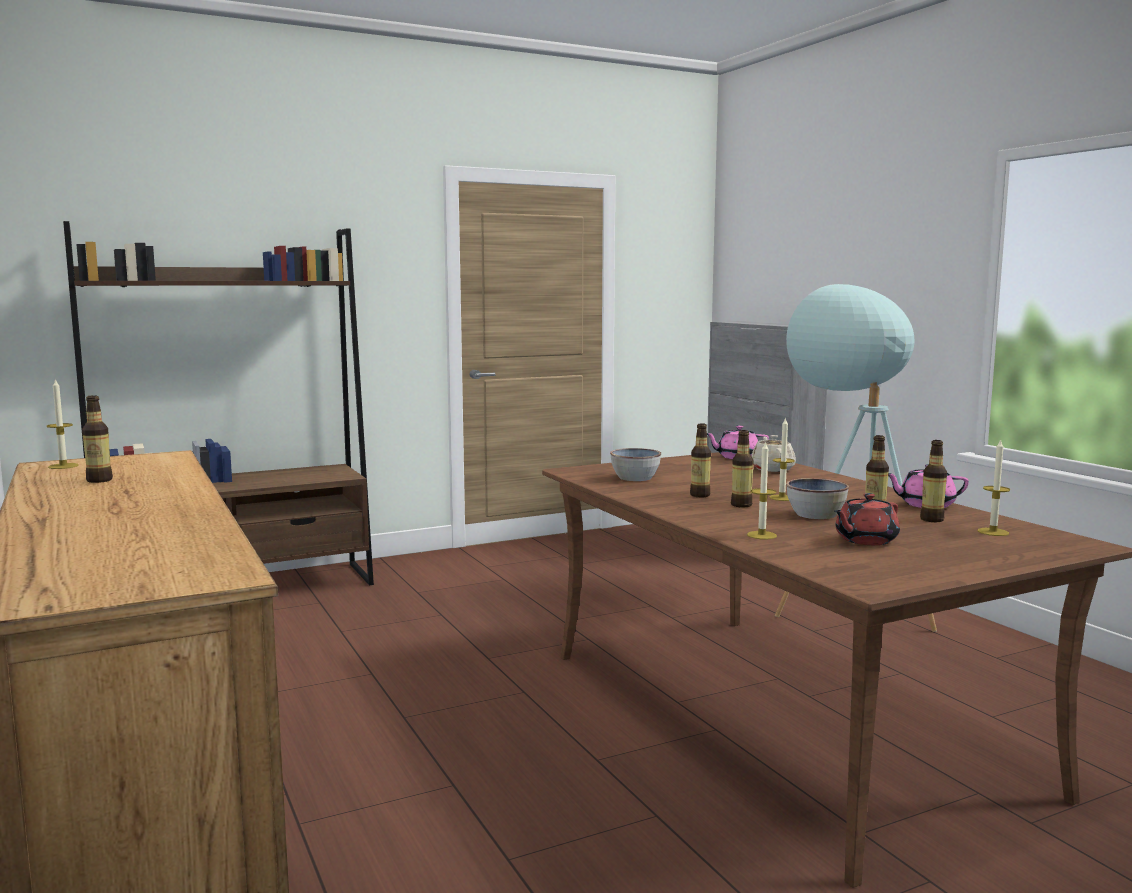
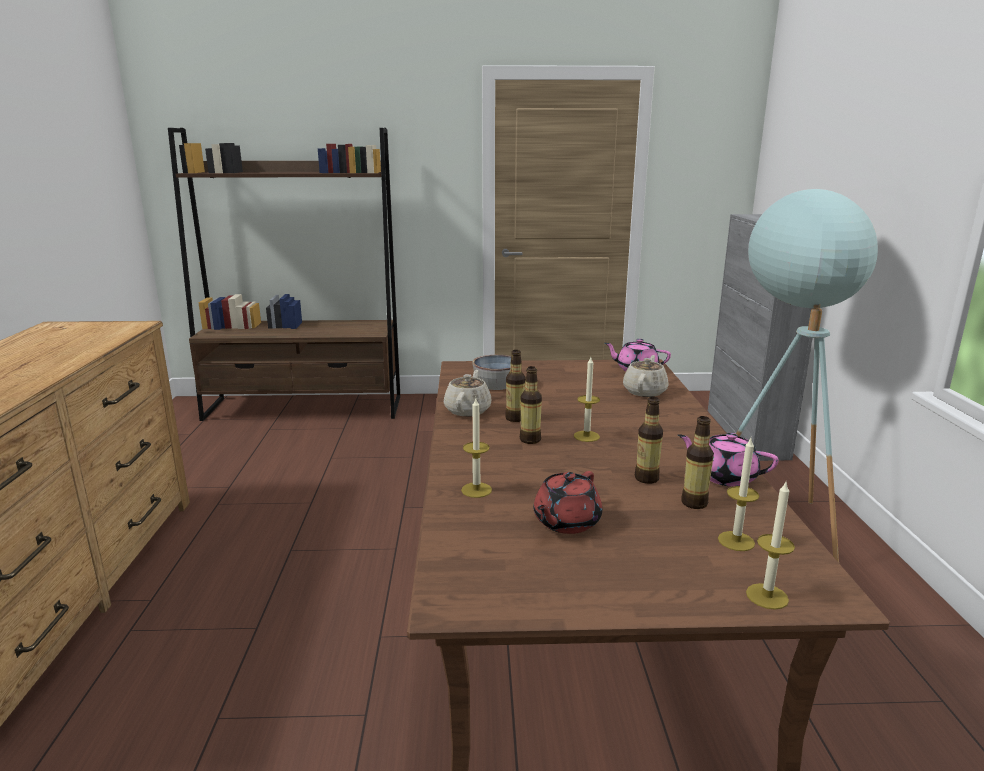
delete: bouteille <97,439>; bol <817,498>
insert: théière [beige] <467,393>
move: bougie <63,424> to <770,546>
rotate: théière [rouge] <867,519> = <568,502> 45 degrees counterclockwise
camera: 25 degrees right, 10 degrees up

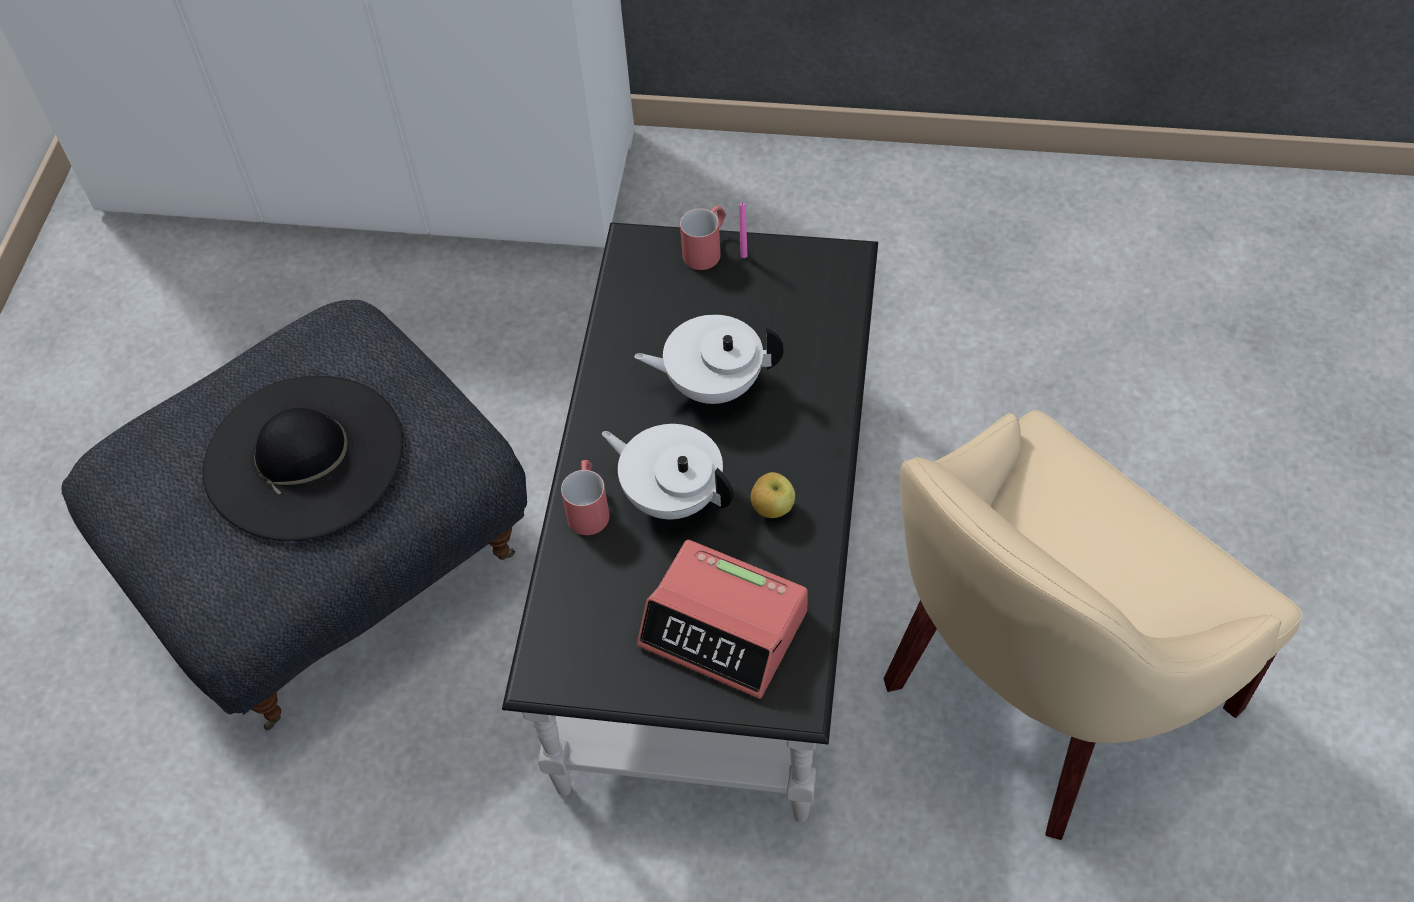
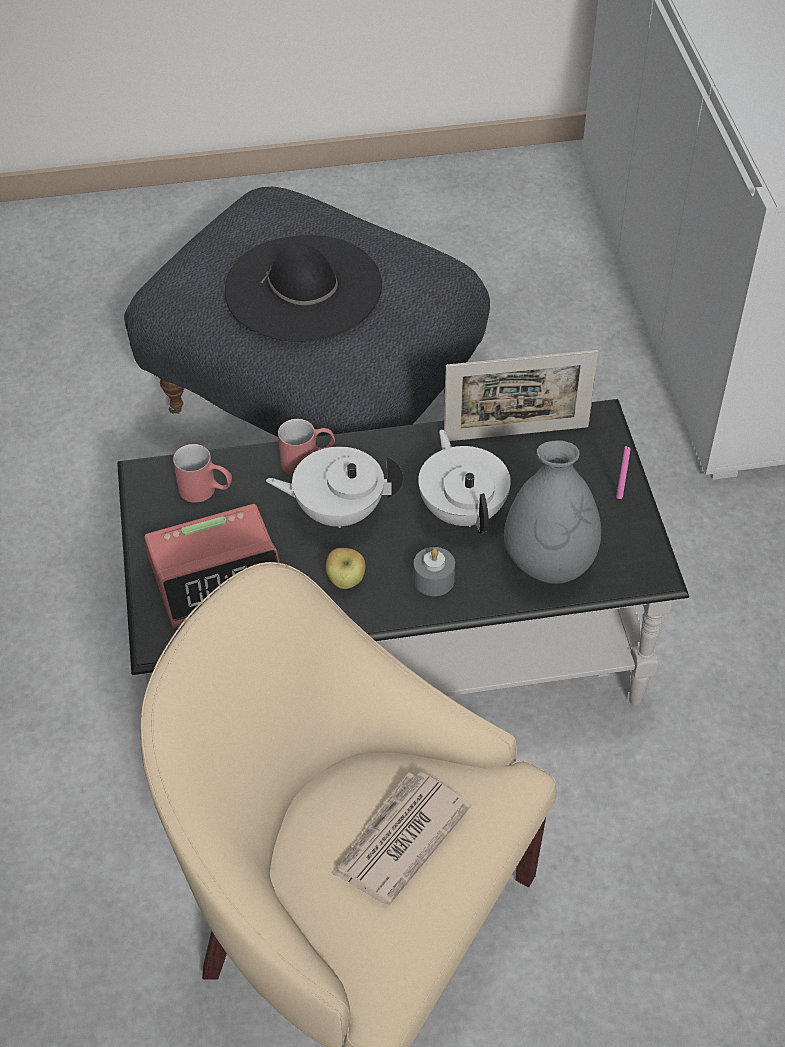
insert: cadre photo <521,395>; vase [gris] <552,512>; bougie [gris] <434,571>; journal <402,838>
move: mug [rouge] <703,238> to <202,473>
rotate: théière [blanc] <668,471> = <334,487> 105 degrees counterclockwise; réveil <722,619> = <212,566> 120 degrees counterclockwise
camera: 70 degrees right, 5 degrees down

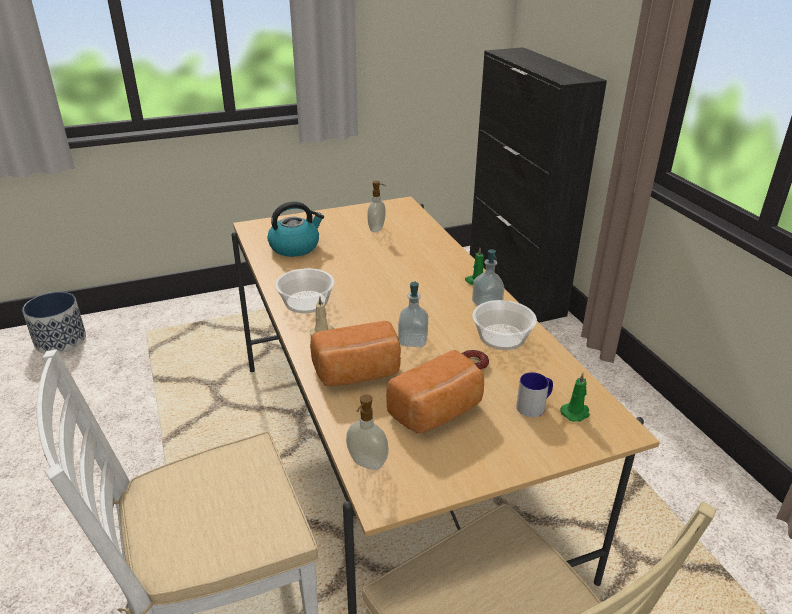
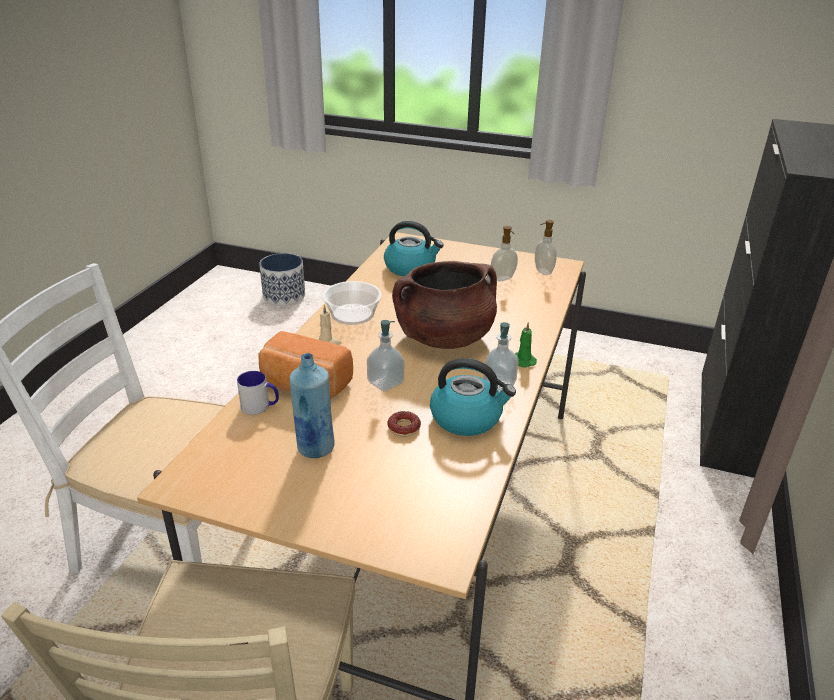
delete: bougie [vert] <575,397>
insert: marmite [marron] <444,305>
move: mug <534,394> to <258,393>; distributeur de savon <367,432> to <546,247>
replace: bol <504,325> to bouilloire <473,397>; pain <435,391> to bouteille [bleu] <312,405>
camera: 40 degrees right, 0 degrees up

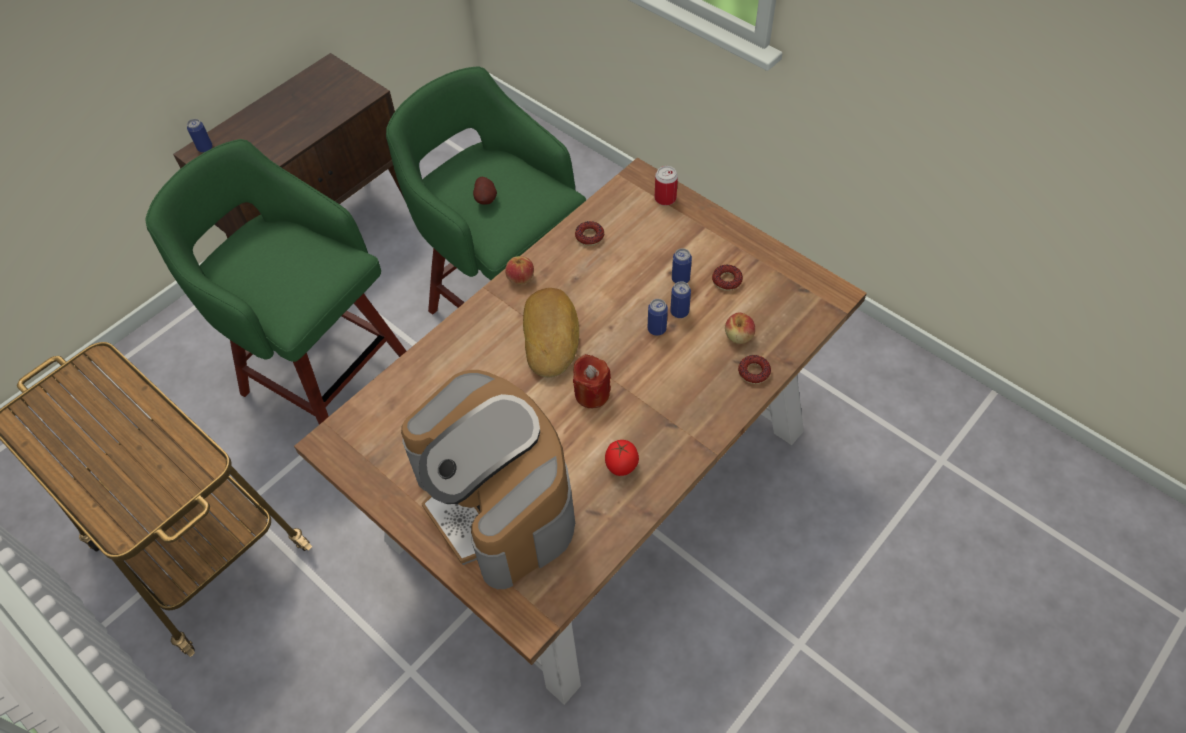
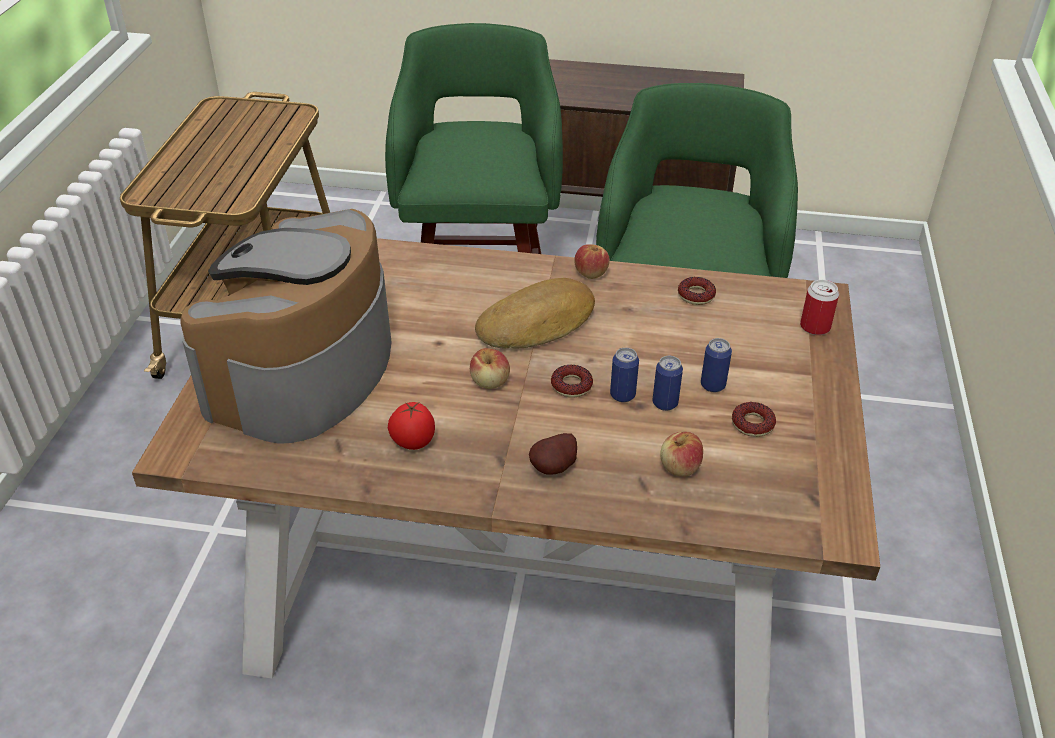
delete: boîte métallique <200,136>
move: pomme de terre <485,191> to <553,454>; beignet <754,369> to <572,381>
replace: bougie [rouge] <592,381> to pomme <490,368>
camera: 55 degrees right, 15 degrees down

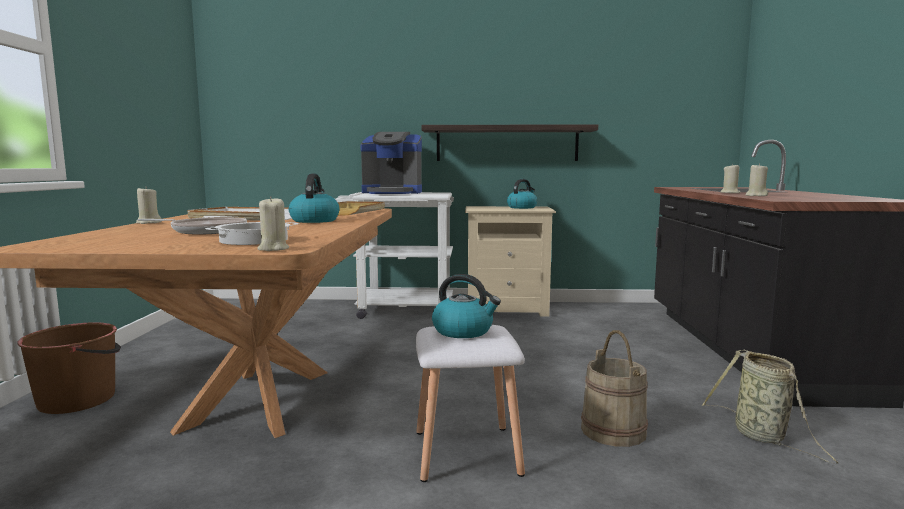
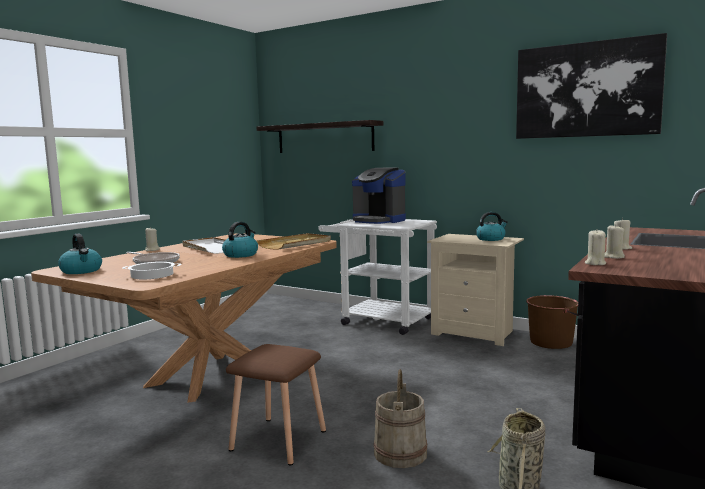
insert: tableau <591,86>
move: étagère <509,142> to <319,136>; bougie [beige] <273,223> to <595,247>; bouilloire <466,306> to <80,253>; seau [marron] <69,368> to <553,322>
recolor: tabouret [blanc] <470,403> to tabouret [marron] <276,405>
camera: 30 degrees right, 0 degrees up

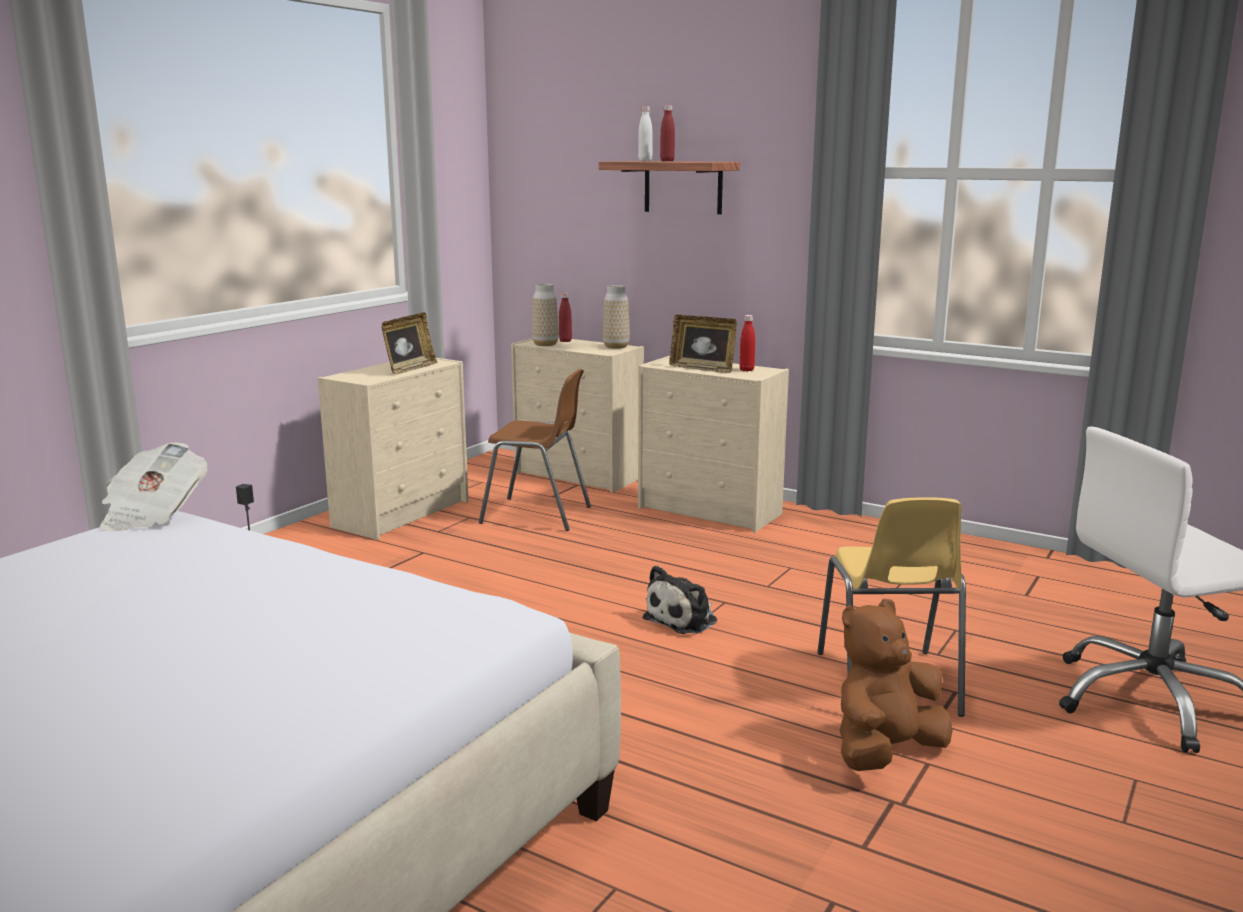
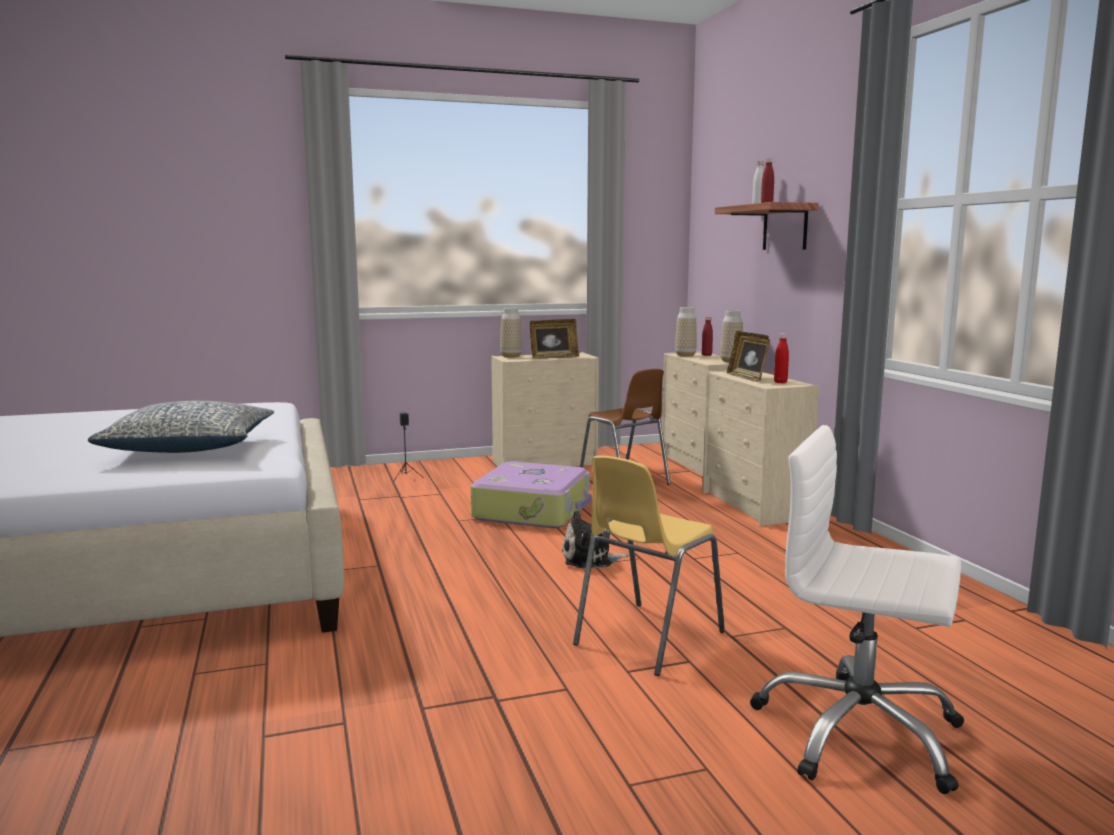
delete: journal <154,487>; peluche [marron] <896,684>
insert: vase <511,333>; coussin <181,427>; valise <531,495>
camera: 40 degrees right, 5 degrees down

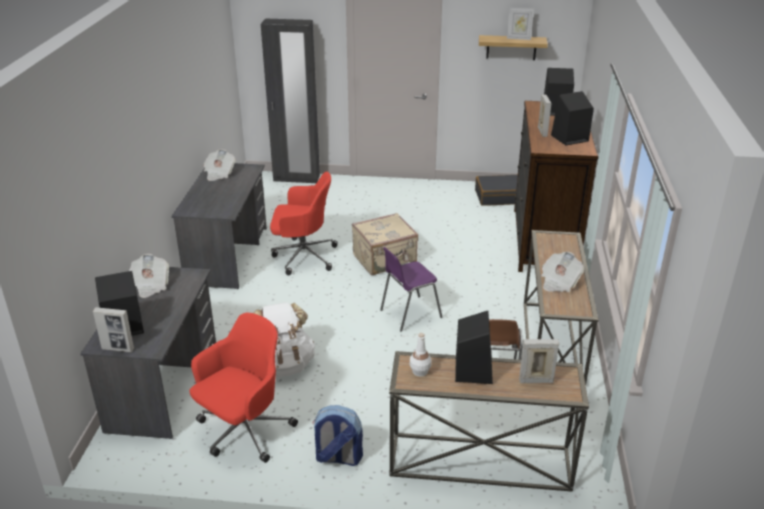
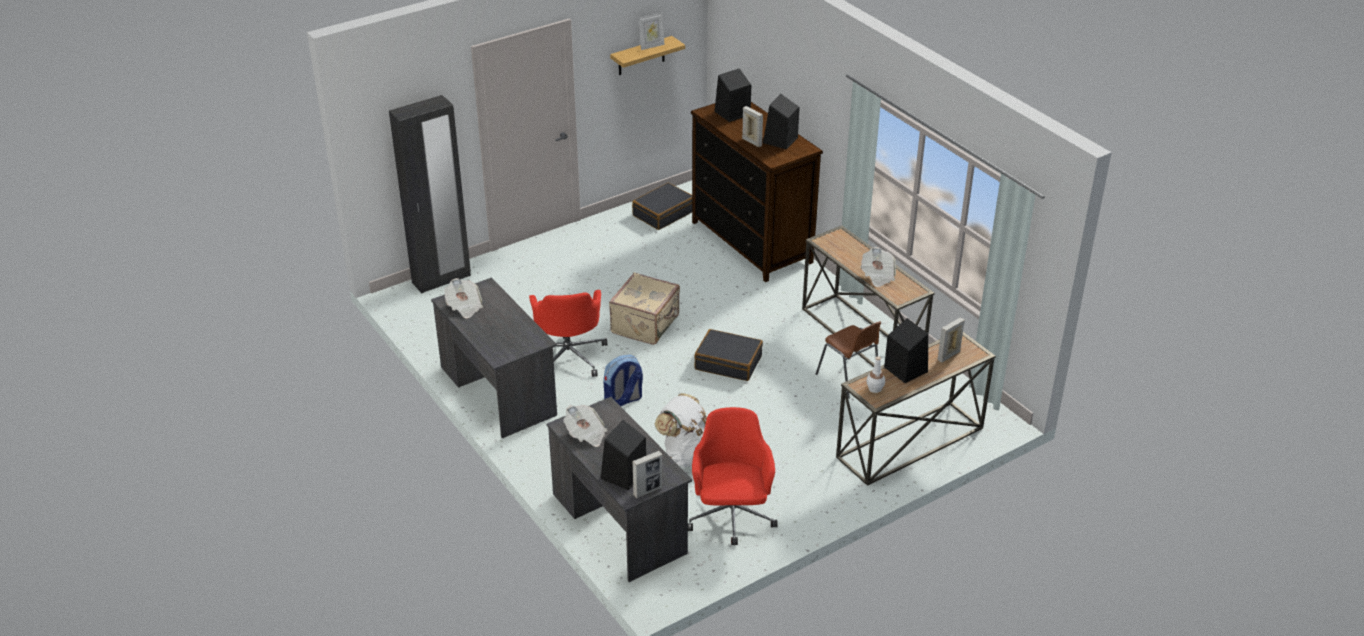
move: sac à dos <337,435> to <623,380>
replace: chaise [violet] <411,289> to valise [noir] <728,355>
rotate: chaise de bureau [rouge] <304,223> = <568,333> 120 degrees clockwise
camera: 40 degrees left, 5 degrees up

